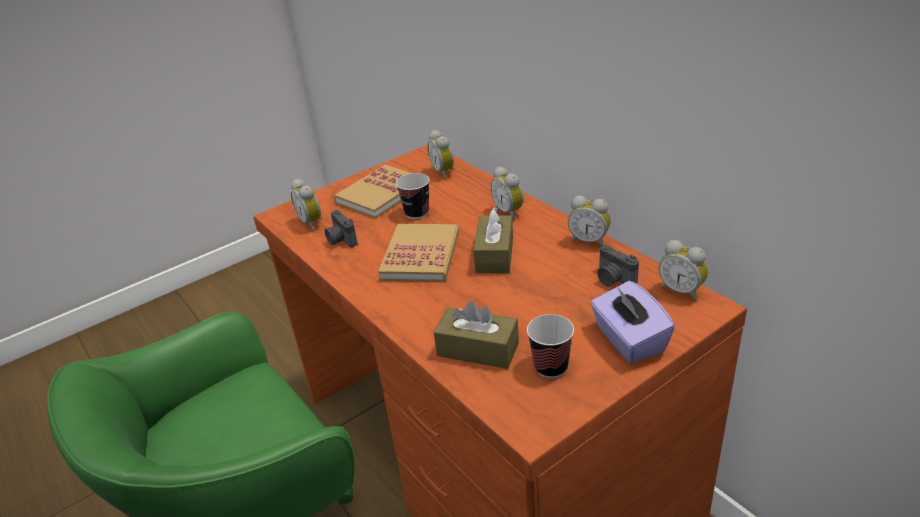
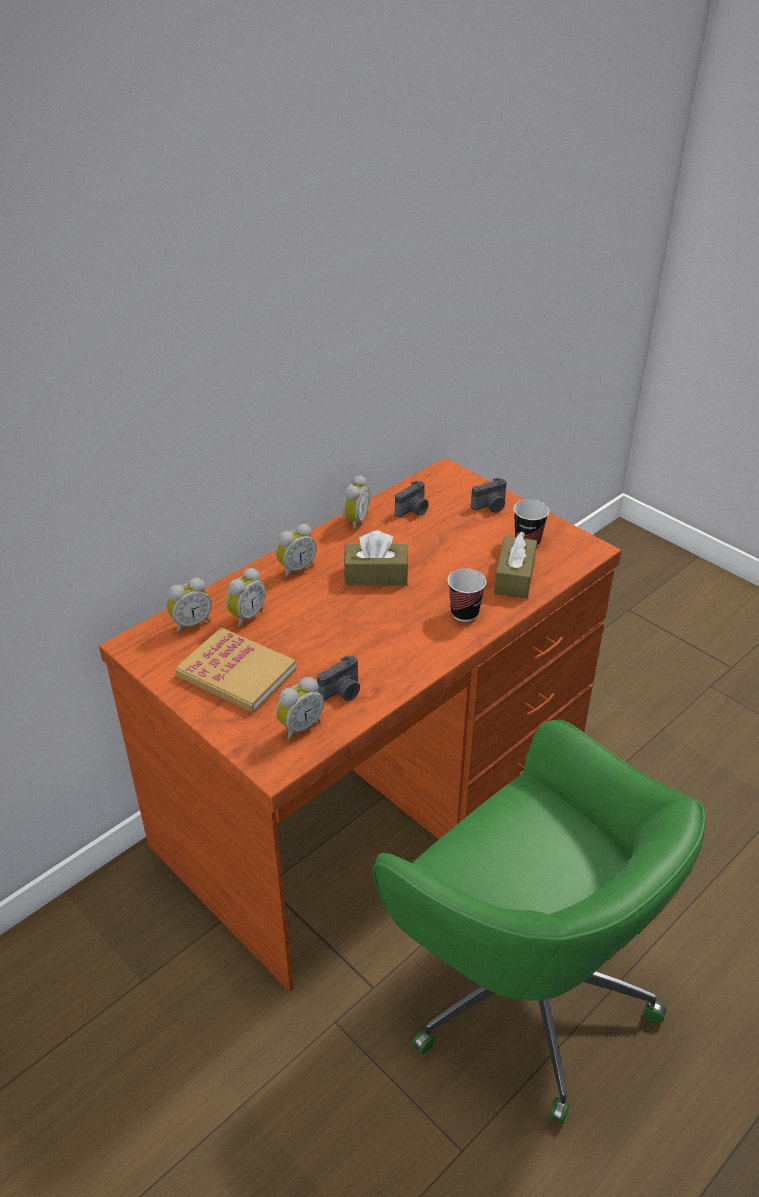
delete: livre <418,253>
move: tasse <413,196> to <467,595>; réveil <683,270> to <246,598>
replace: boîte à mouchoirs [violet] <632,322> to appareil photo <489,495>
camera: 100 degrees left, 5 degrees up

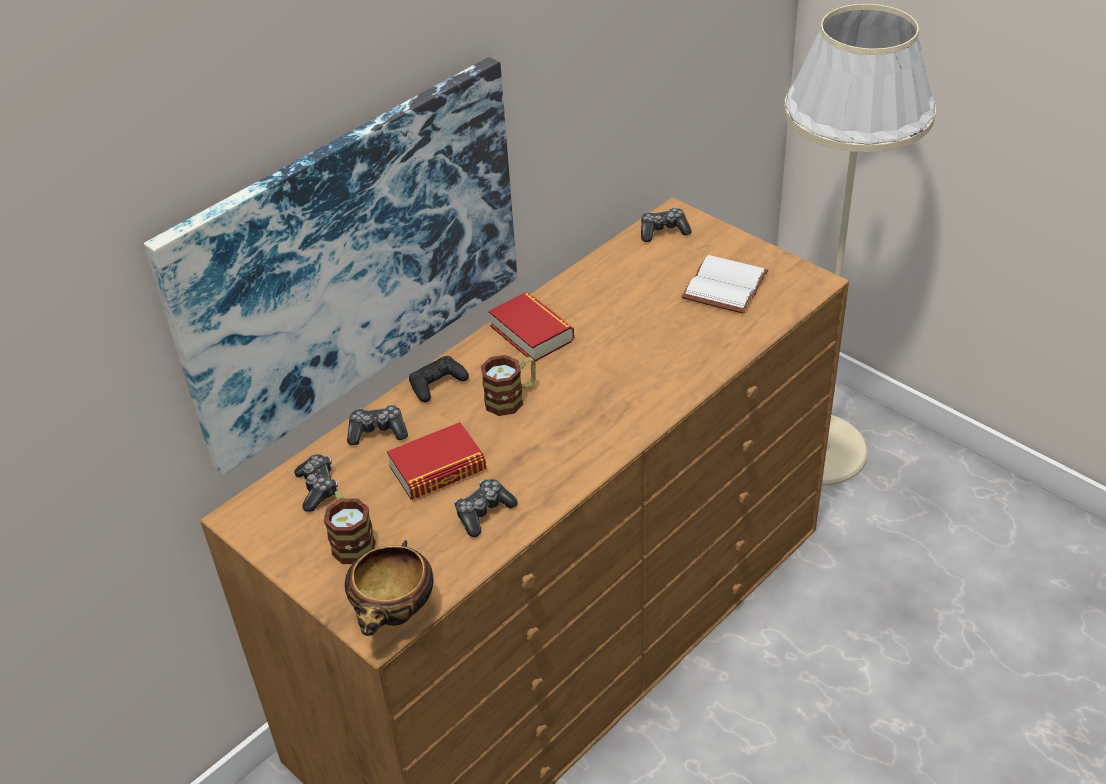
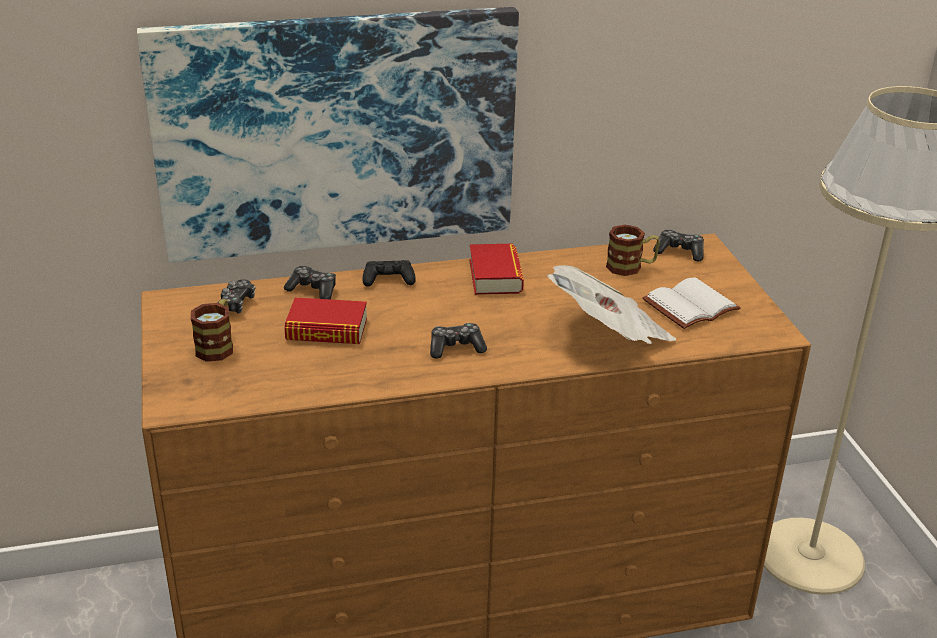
delete: bol <389,588>
insert: journal <611,304>
move: mug <508,385> to <633,250>; manette <486,508> to <458,341>
camera: 30 degrees right, 10 degrees down

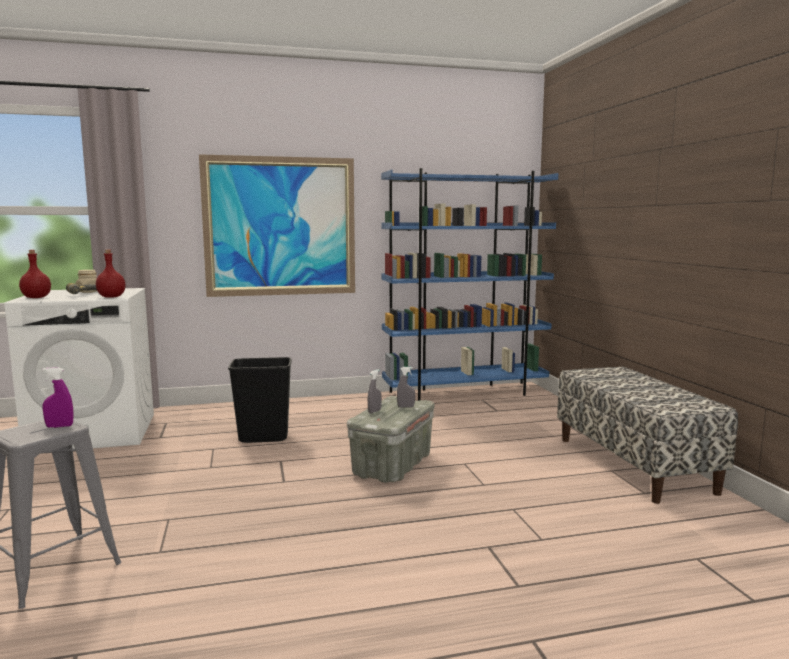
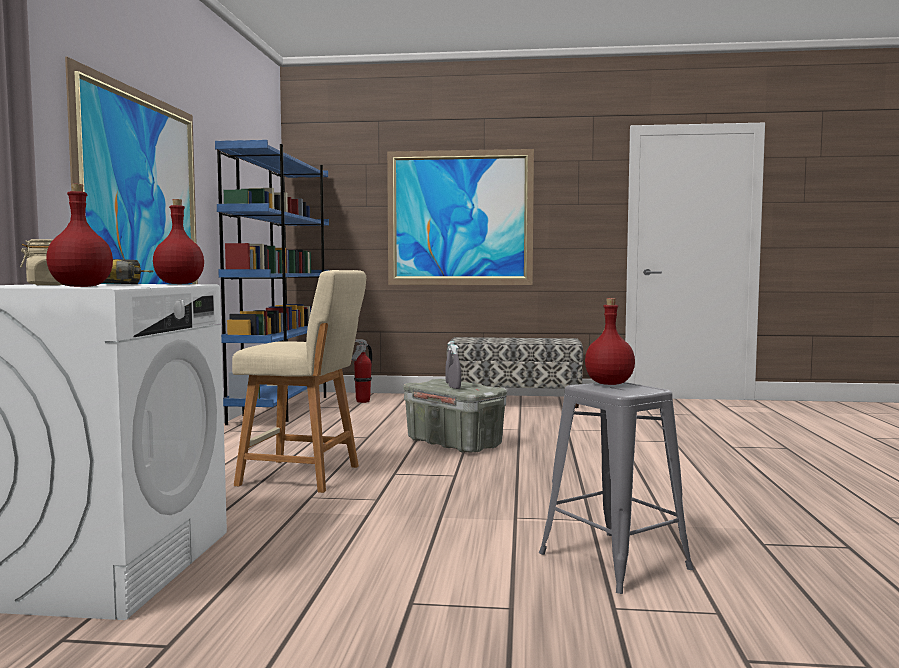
insert: tableau <460,217>; extincteur <362,371>
replace: poubelle [noir] <260,400> to tabouret [beige] <299,381>; vaporisateur [violet] <58,397> to bouteille [rouge] <610,341>
camera: 70 degrees left, 5 degrees down

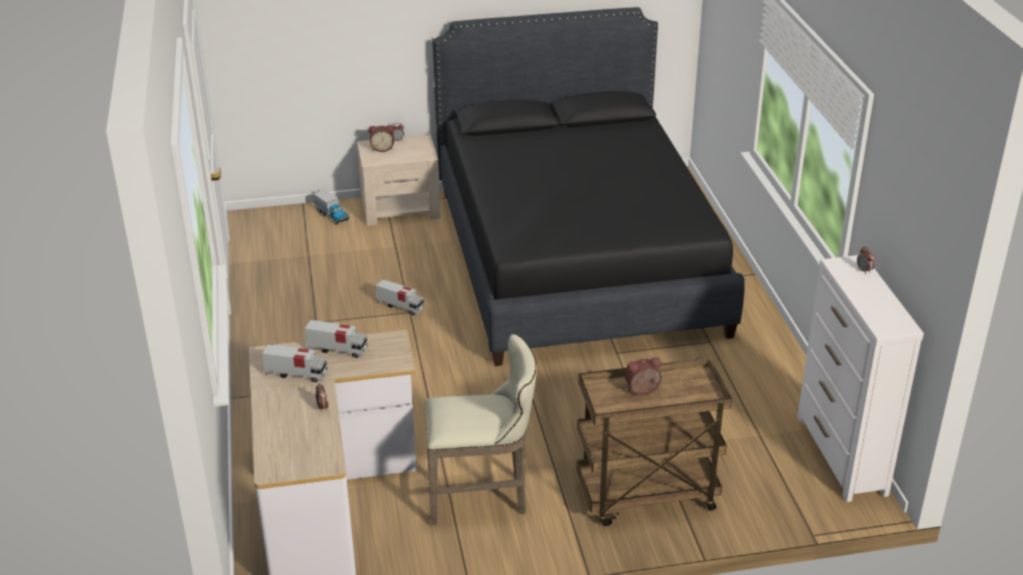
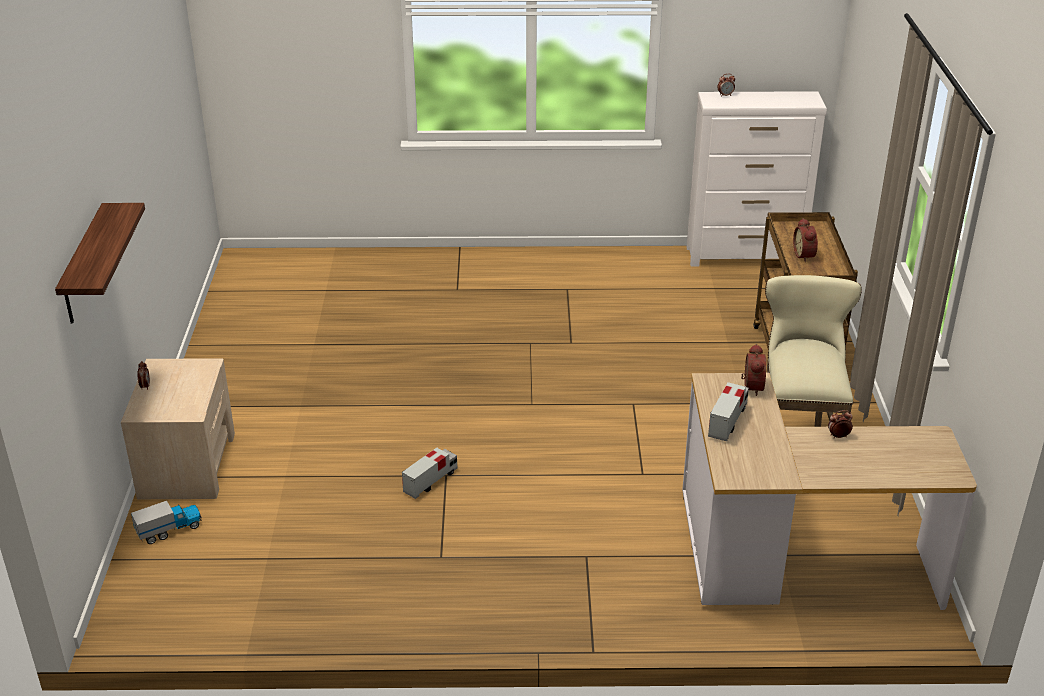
delete: lit [noir] <588,186>; camion jouet <295,363>
insert: étagère <100,263>
move: réveil <381,138> to <753,370>
camera: 80 degrees left, 0 degrees up

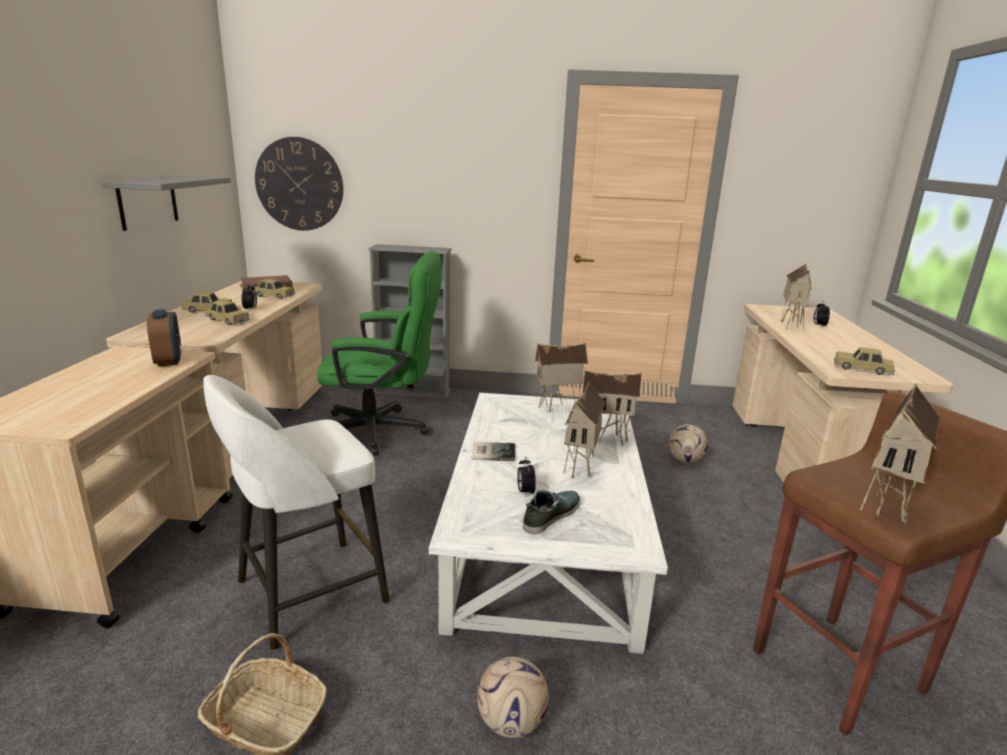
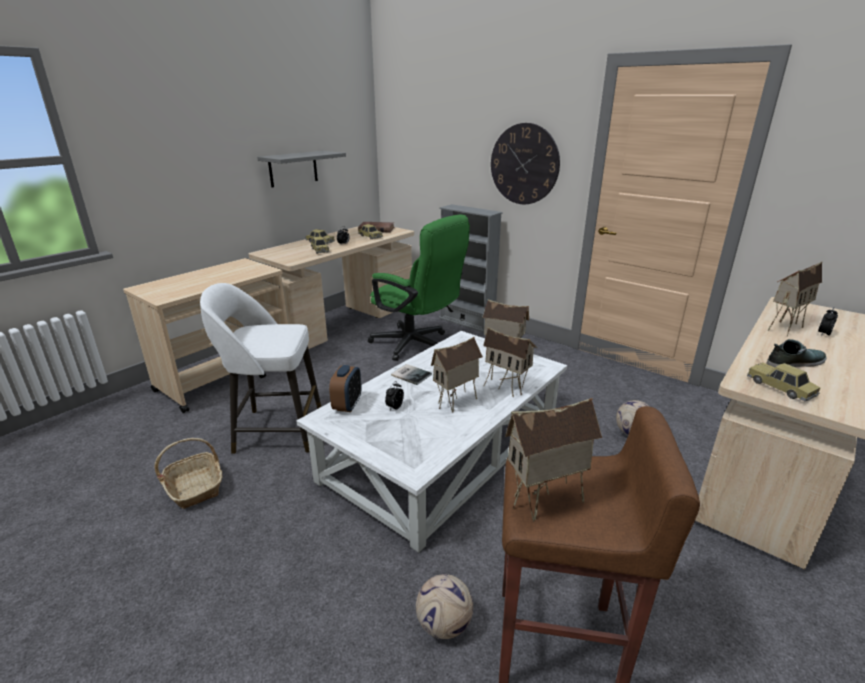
move: horloge murale <299,184> to <525,163>; réveil <164,337> to <345,388>; chaussure <552,512> to <796,353>; ballon de foot <513,697> to <444,606>
camera: 35 degrees right, 5 degrees up

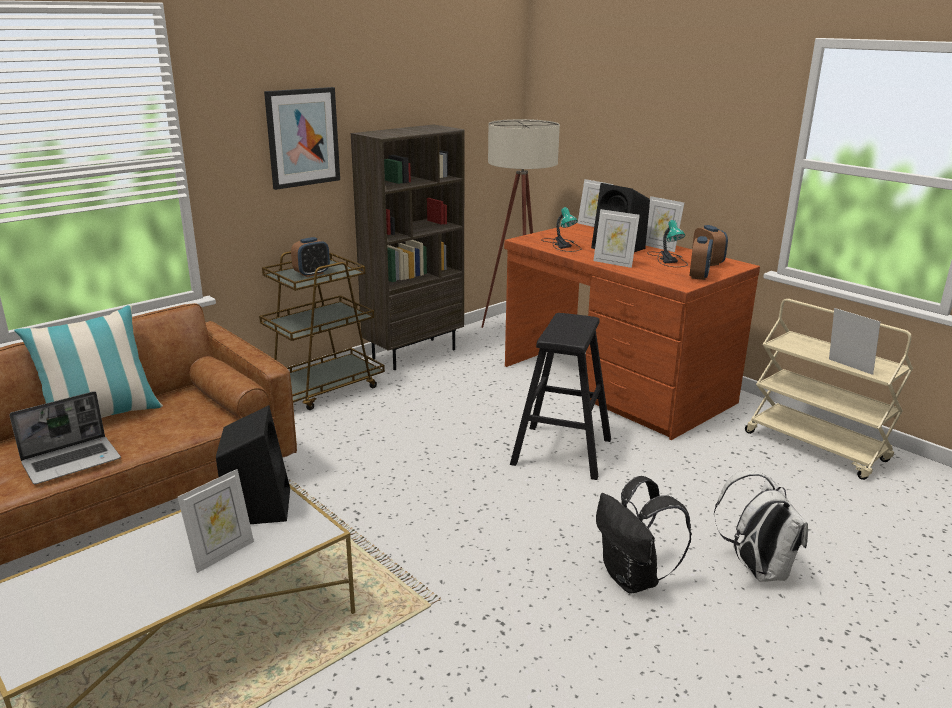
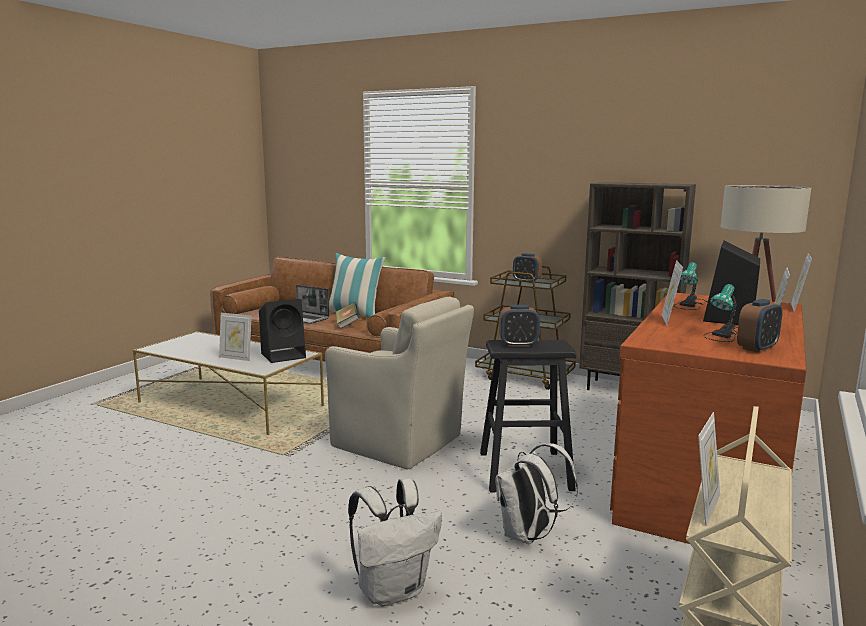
delete: tableau <302,138>; sac à dos [noir] <644,535>
insert: fauteuil [beige] <399,382>; livre <347,315>; sac à dos [blanc] <536,494>
move: réveil <701,258> to <519,326>
camera: 70 degrees right, 10 degrees down

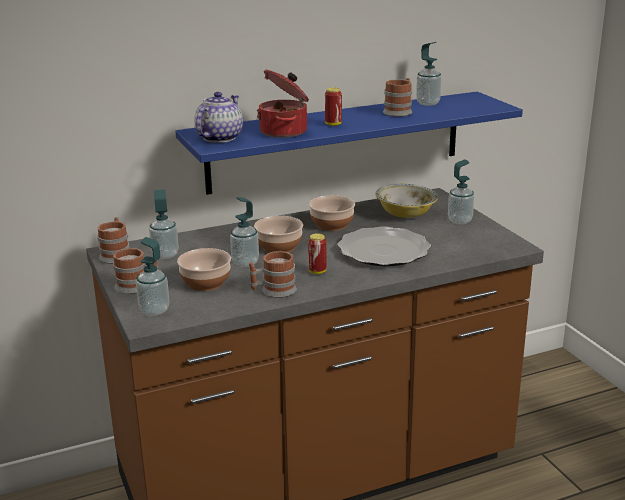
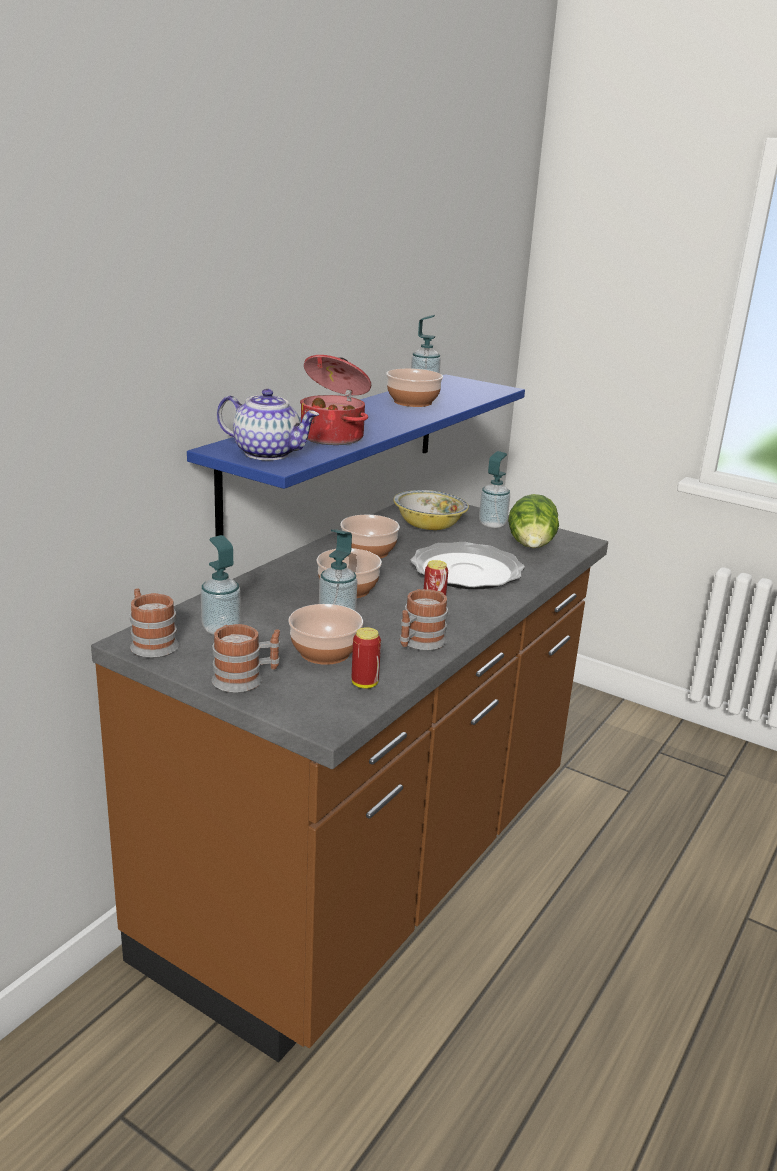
delete: distributeur de savon <152,276>
insert: laitue <533,521>
move: boîte métallique <333,107> to <366,658>
replace: mug <397,97> to bol <414,387>
rotate: théière <219,117> = <268,424> 120 degrees clockwise
camera: 35 degrees left, 0 degrees up

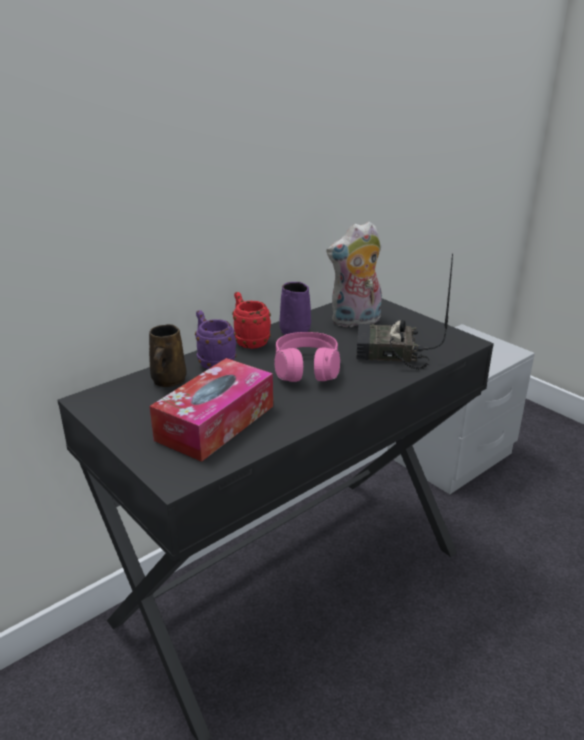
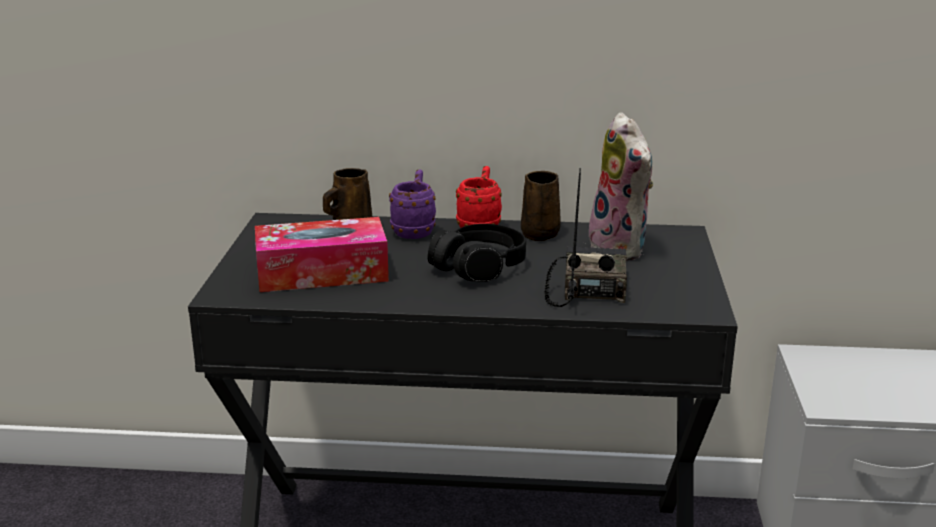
recolor: mug [violet] <295,308> to mug [marron] <541,206>; casque audio [rose] <307,357> to casque audio [noir] <477,253>
rotate: peluche <354,274> = <618,186> 135 degrees counterclockwise; radio <404,311> = <586,237> 45 degrees clockwise
camera: 45 degrees right, 5 degrees down

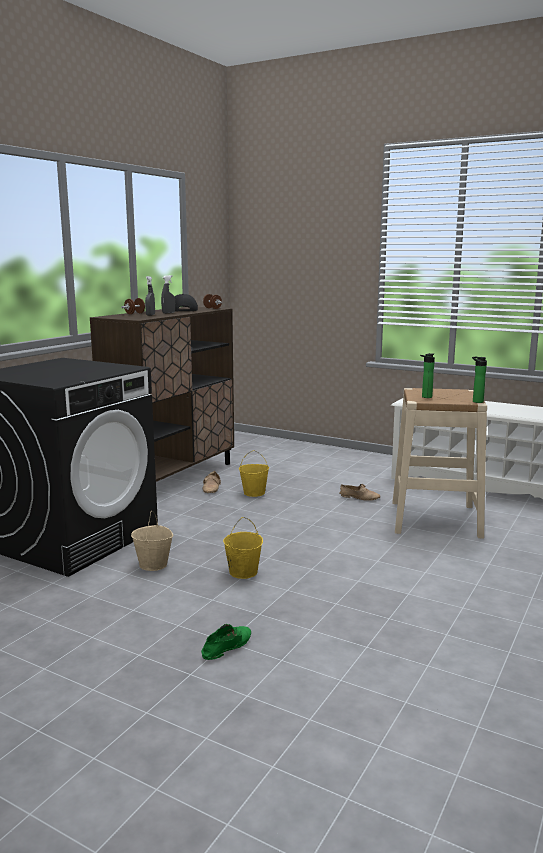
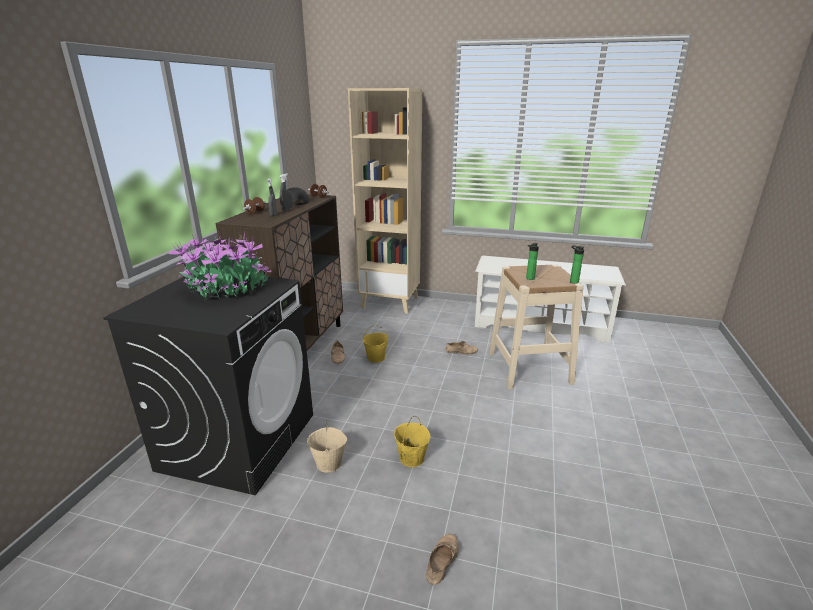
insert: bibliothèque [beige] <385,201>; plante en pot <220,266>
recolor: chaussure [vert] <226,642> to chaussure [beige] <442,559>
camera: 15 degrees left, 10 degrees up

